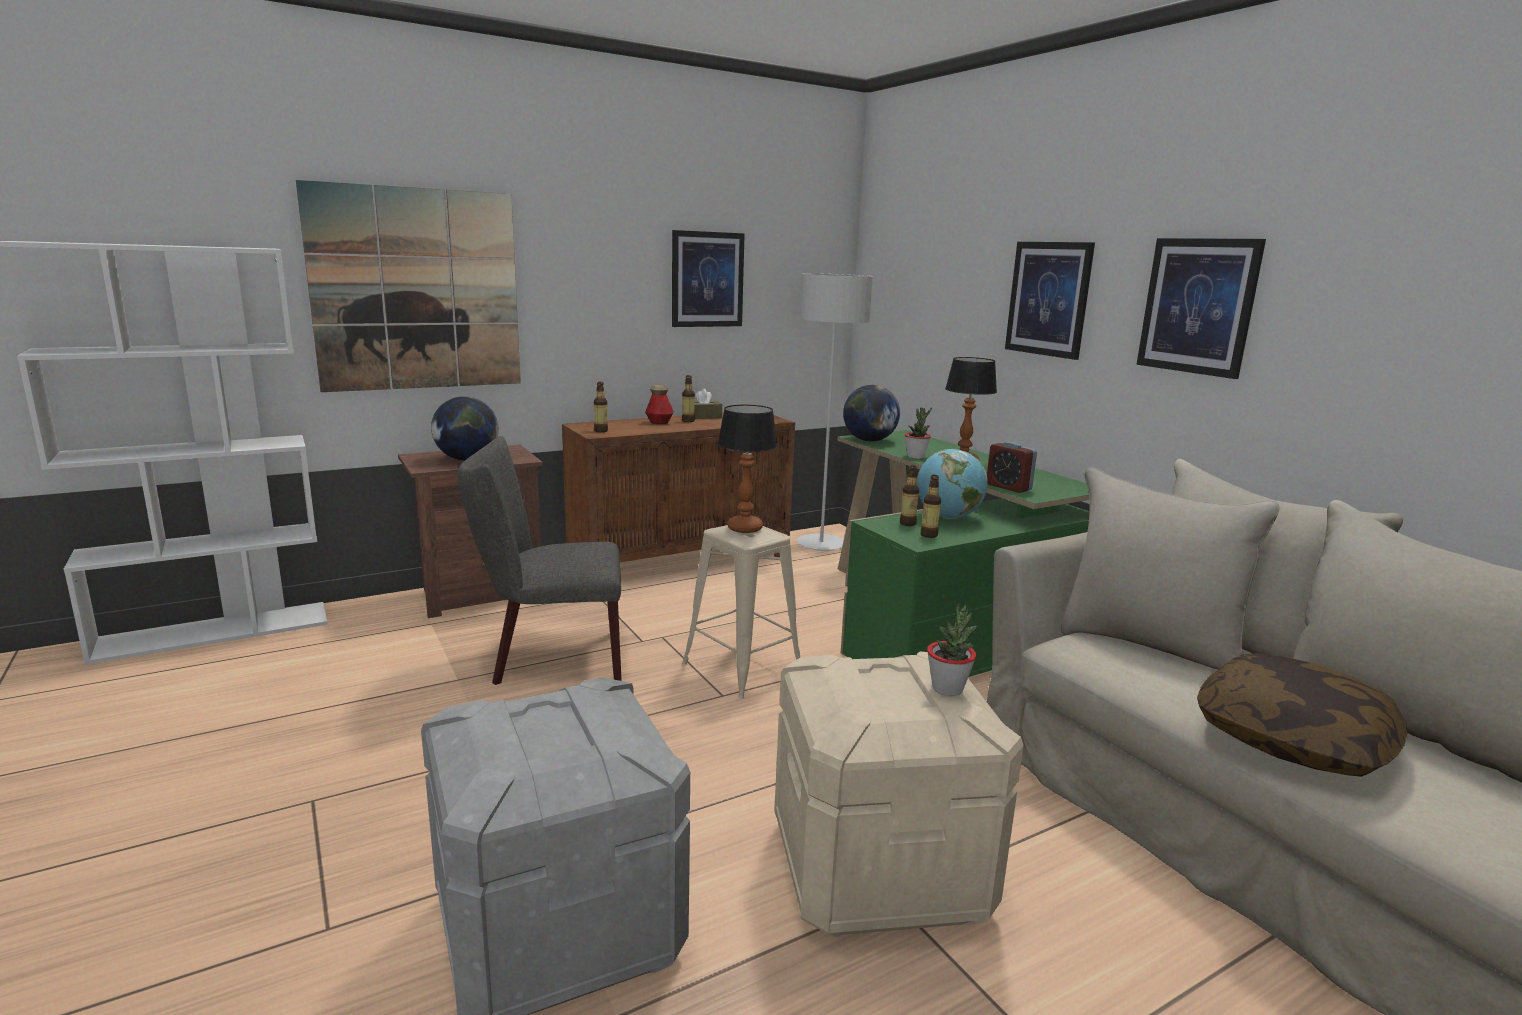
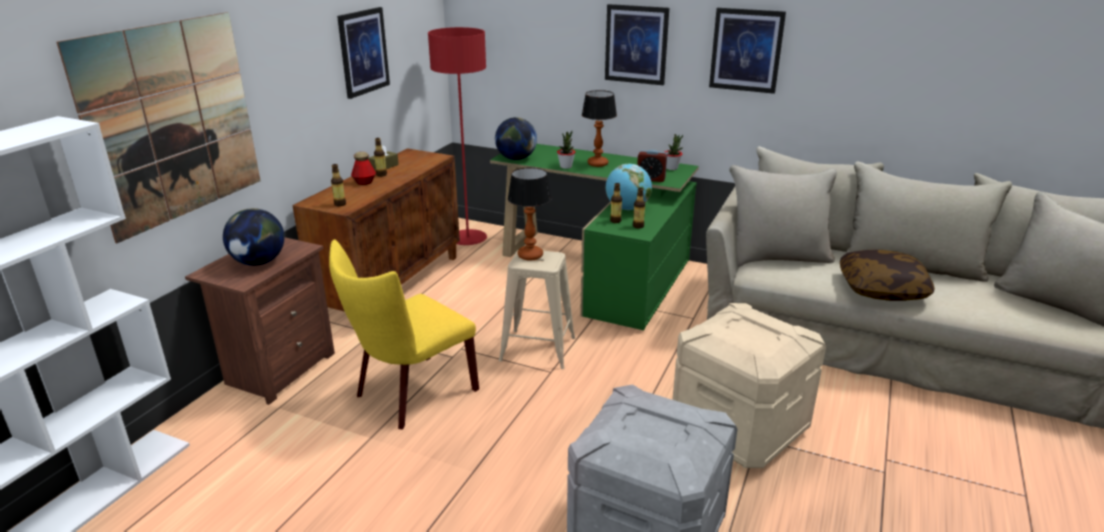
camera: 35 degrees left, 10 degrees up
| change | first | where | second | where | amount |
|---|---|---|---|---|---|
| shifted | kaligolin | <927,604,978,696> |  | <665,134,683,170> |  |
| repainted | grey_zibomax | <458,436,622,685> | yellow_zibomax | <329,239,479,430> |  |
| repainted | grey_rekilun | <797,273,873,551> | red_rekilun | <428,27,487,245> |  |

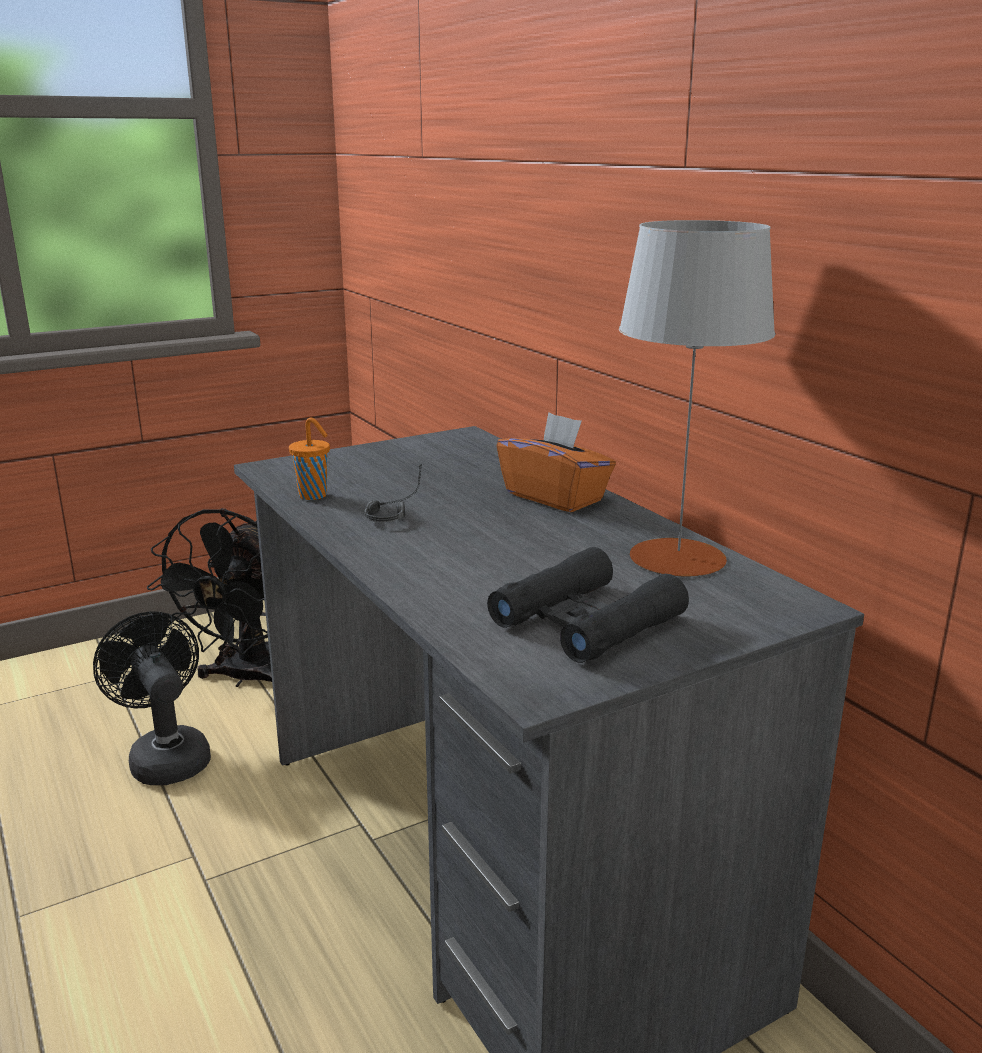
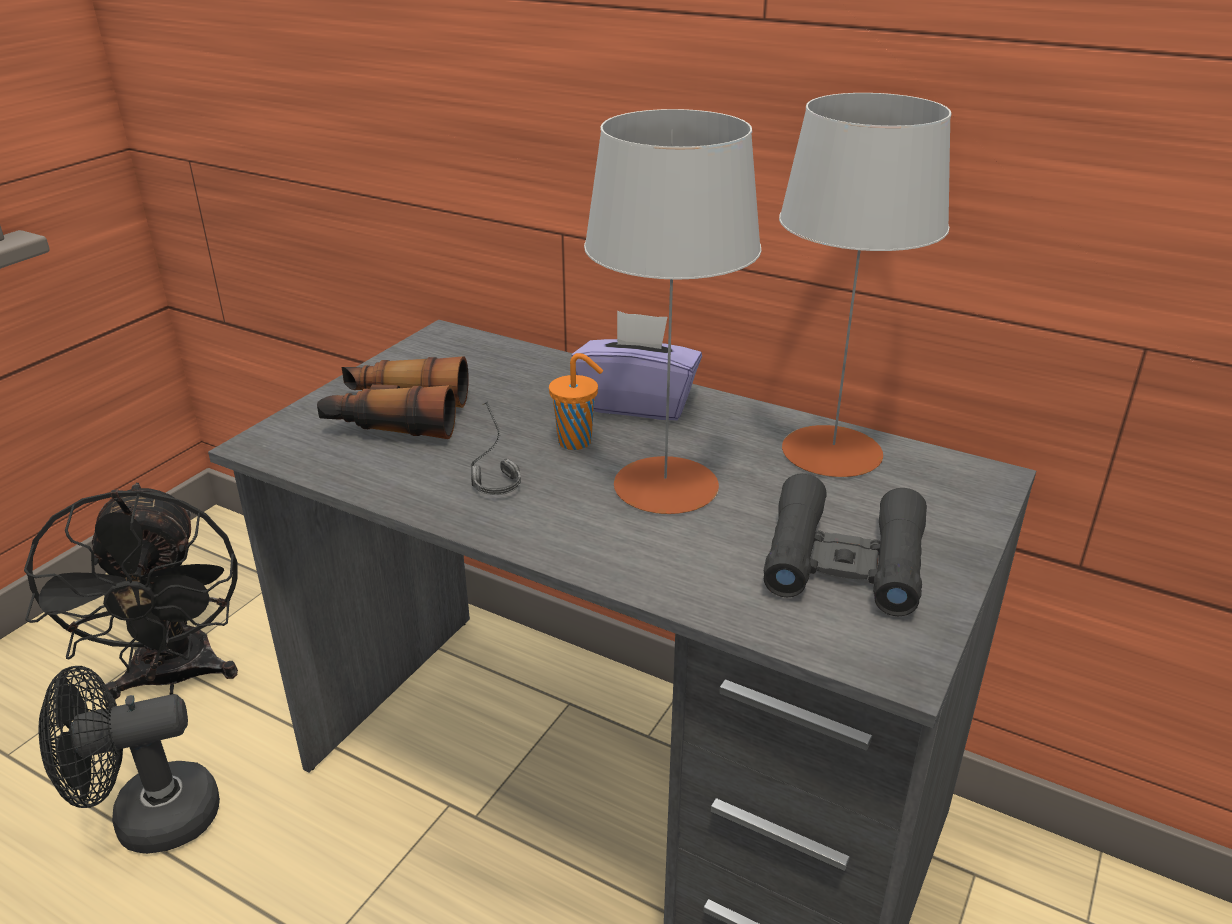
camera: 30 degrees left, 10 degrees up
| change | first | where | second | where | amount |
|---|---|---|---|---|---|
| new |  |  | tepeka | <317,356,469,439> |  |
| new |  |  | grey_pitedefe | <584,109,762,514> |  |
| shifted | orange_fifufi | <289,417,330,500> |  | <549,353,603,450> |  |
| repainted | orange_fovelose | <496,412,616,512> | purple_fovelose | <571,311,702,420> |  |
| rotated | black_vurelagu | <93,611,211,785> |  | <39,666,220,854> | 45 degrees counterclockwise |

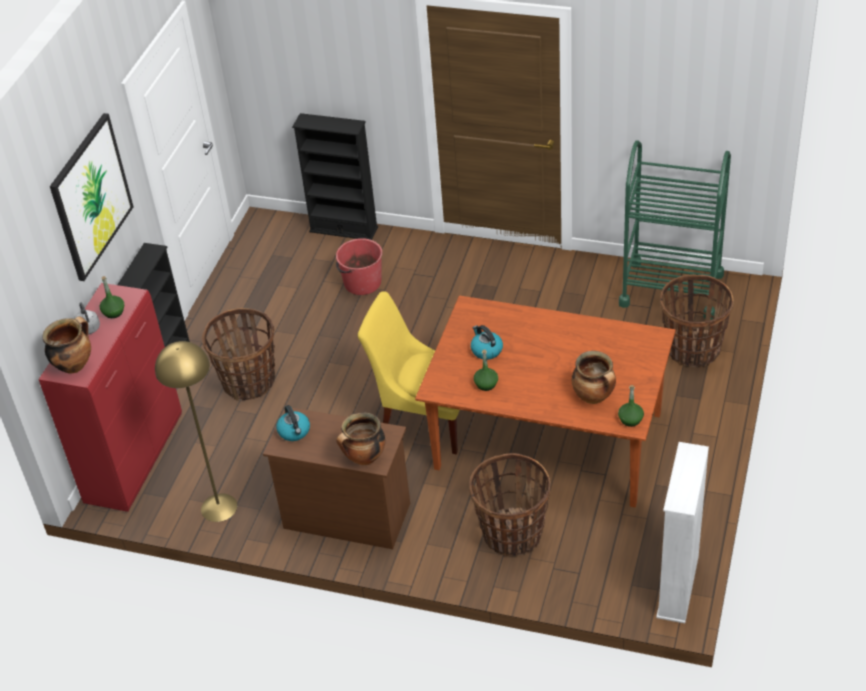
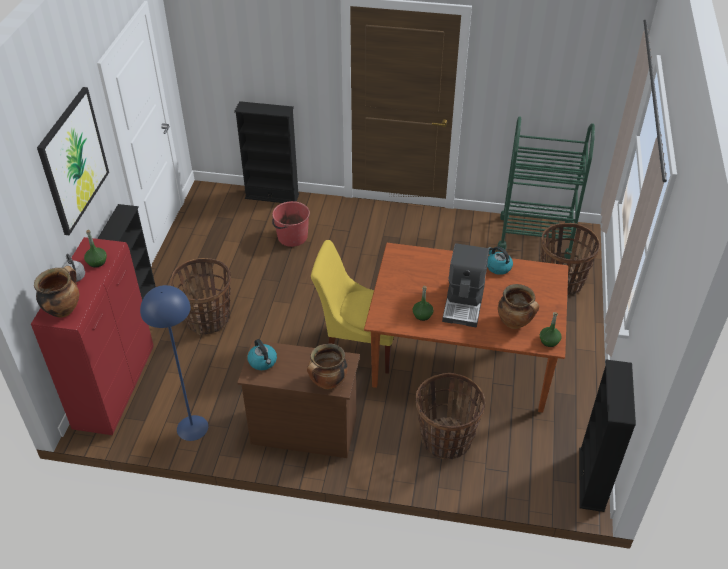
camera: 10 degrees left, 0 degrees up
| change | first | where | second | where | amount |
|---|---|---|---|---|---|
| new |  |  | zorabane | <442,243,489,327> |  |
| shifted | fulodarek | <471,325,503,360> |  | <487,246,513,275> |  |
| repainted | yellow_rekilun | <155,341,237,522> | blue_rekilun | <140,285,208,441> |  |
| repainted | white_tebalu | <656,442,709,623> | black_tebalu | <579,360,636,512> |  |

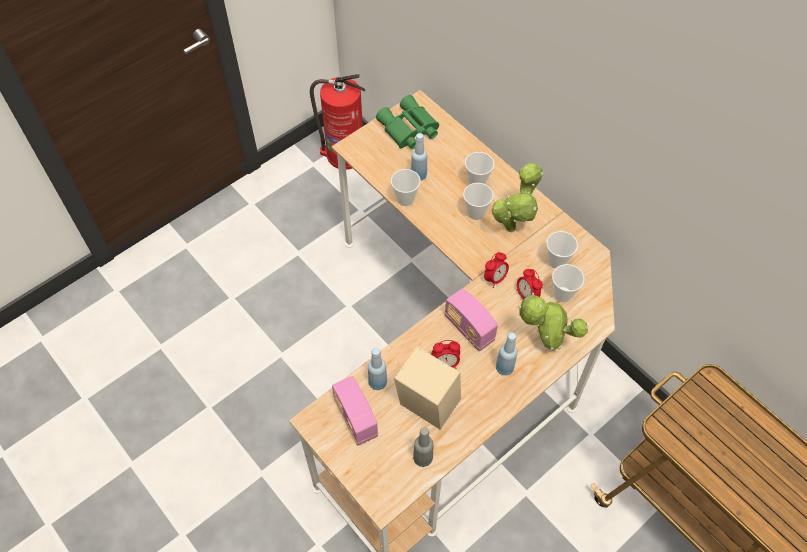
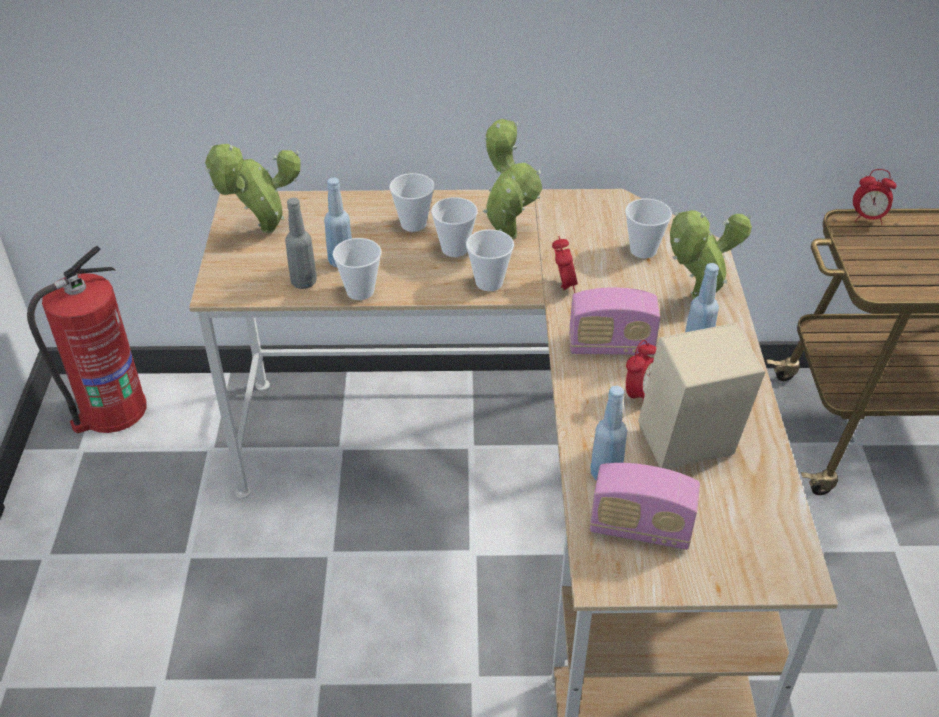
camera: 50 degrees left, 15 degrees down
| change | first | where | second | where | amount |
|---|---|---|---|---|---|
| shifted | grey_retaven | <413,427,434,467> |  | <285,198,317,289> |  |
| shifted | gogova | <516,269,543,299> |  | <853,169,897,224> |  |
| shifted | fifufi | <546,231,578,269> |  | <466,229,514,291> |  |
| swapped | green_tepeka | <376,95,439,149> | kaligolin | <205,144,301,233> |  |

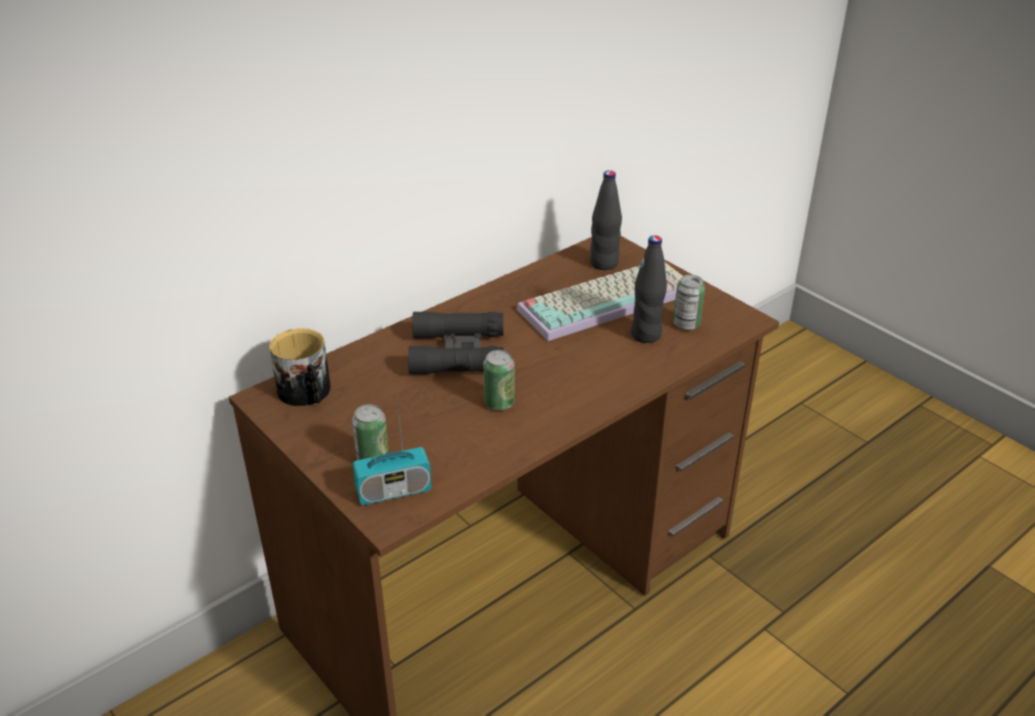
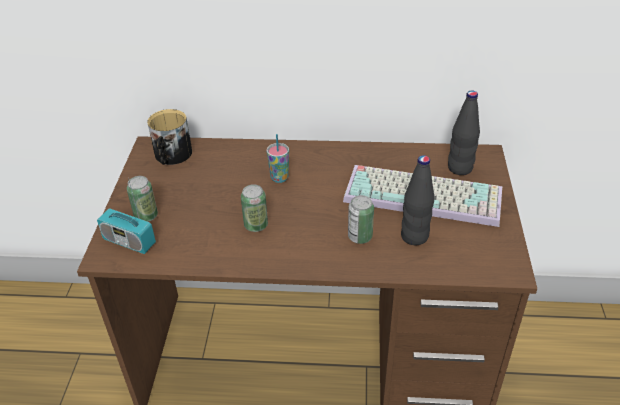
camera: 45 degrees right, 5 degrees up
| change | first | where | second | where | amount |
|---|---|---|---|---|---|
| shifted | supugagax | <673,275,705,330> |  | <348,195,374,244> |  |
| swapped | black_tepeka | <408,312,504,374> | fifufi | <266,134,289,183> |  |

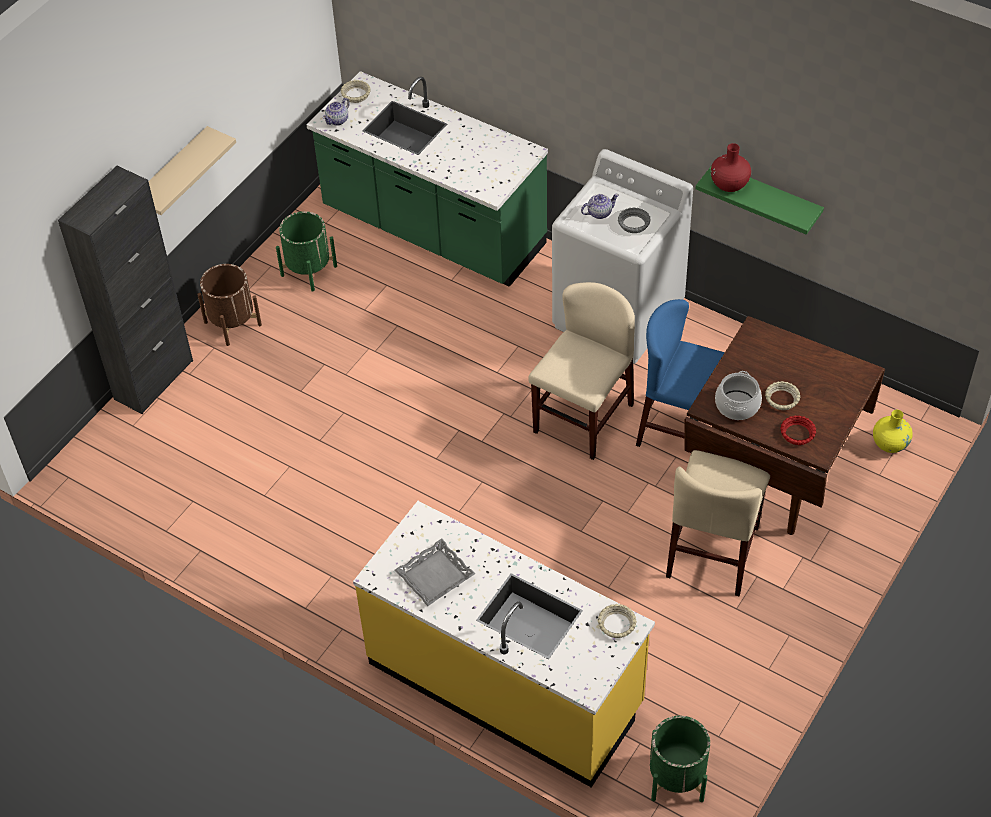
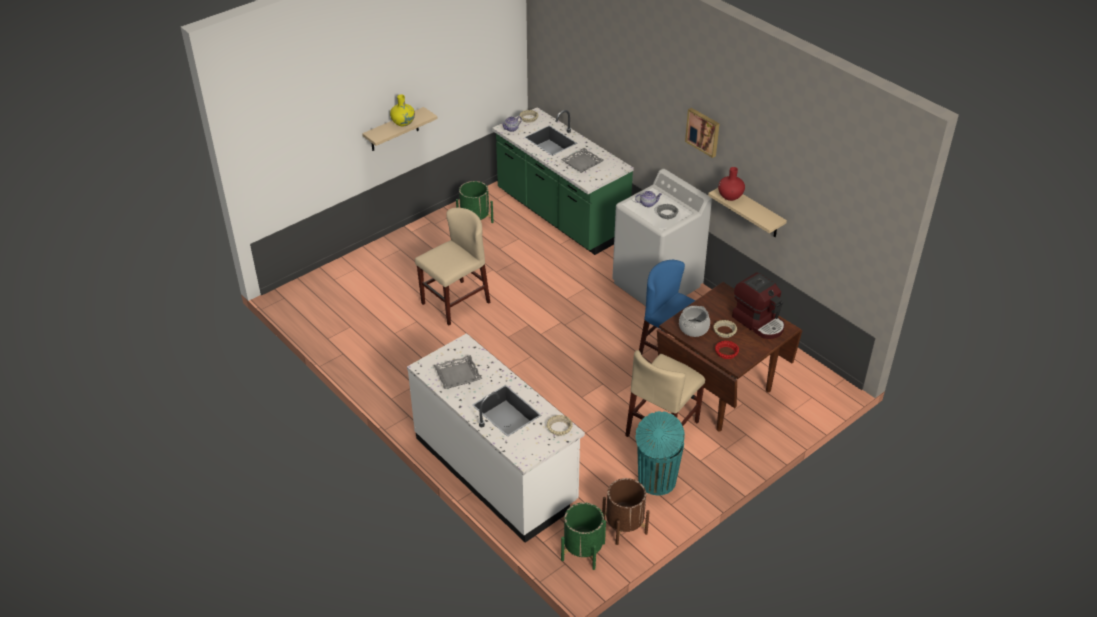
camera: 15 degrees right, 10 degrees down
| change | first | where | second | where | amount |
|---|---|---|---|---|---|
| gone | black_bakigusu | <58,166,193,414> |  |  |  |
| new |  |  | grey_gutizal | <561,148,604,173> |  |
| new |  |  | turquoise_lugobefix | <635,411,685,495> |  |
| new |  |  | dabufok | <685,108,720,158> |  |
| new |  |  | zorabane | <732,272,785,339> |  |
| shifted | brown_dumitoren | <197,264,262,346> |  | <602,478,650,545> |  |
| shifted | beige_zibomax | <528,282,635,460> |  | <415,208,490,325> |  |
| shifted | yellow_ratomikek | <873,410,913,453> |  | <390,94,415,126> |  |
| repainted | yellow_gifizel | <353,501,655,788> | white_gifizel | <407,333,585,543> |  |
| repainted | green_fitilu | <695,165,824,235> | beige_fitilu | <708,188,787,237> |  |

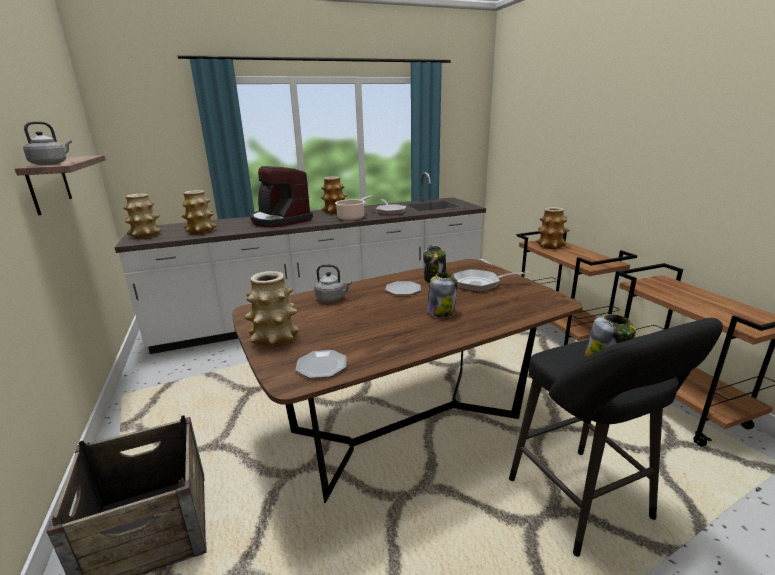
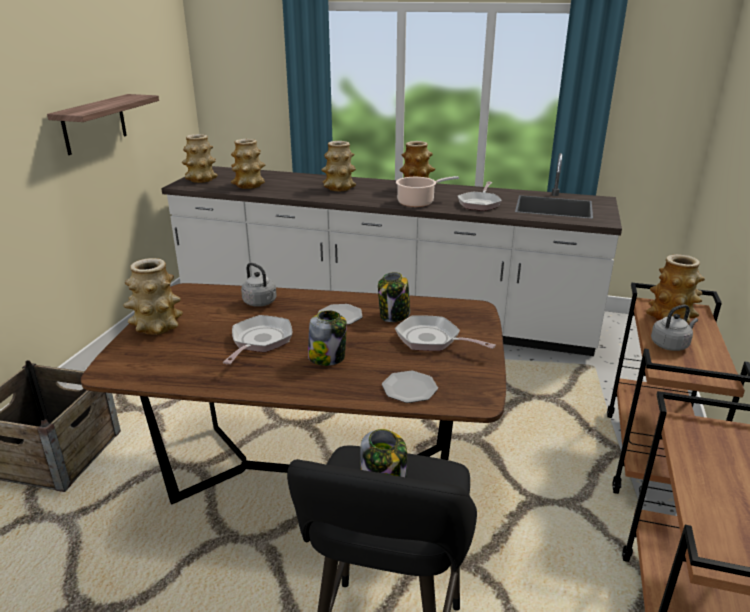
camera: 35 degrees right, 5 degrees up
| change | first | where | second | where | amount |
|---|---|---|---|---|---|
| new |  |  | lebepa | <223,315,292,364> |  |
| shifted | grey_fulodarek | <23,121,72,165> |  | <651,304,698,351> |  |
| shifted | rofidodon | <296,350,347,378> |  | <382,371,438,403> |  |
| swapped | zorabane | <250,166,313,227> | ratomikek | <321,141,356,191> |  |

